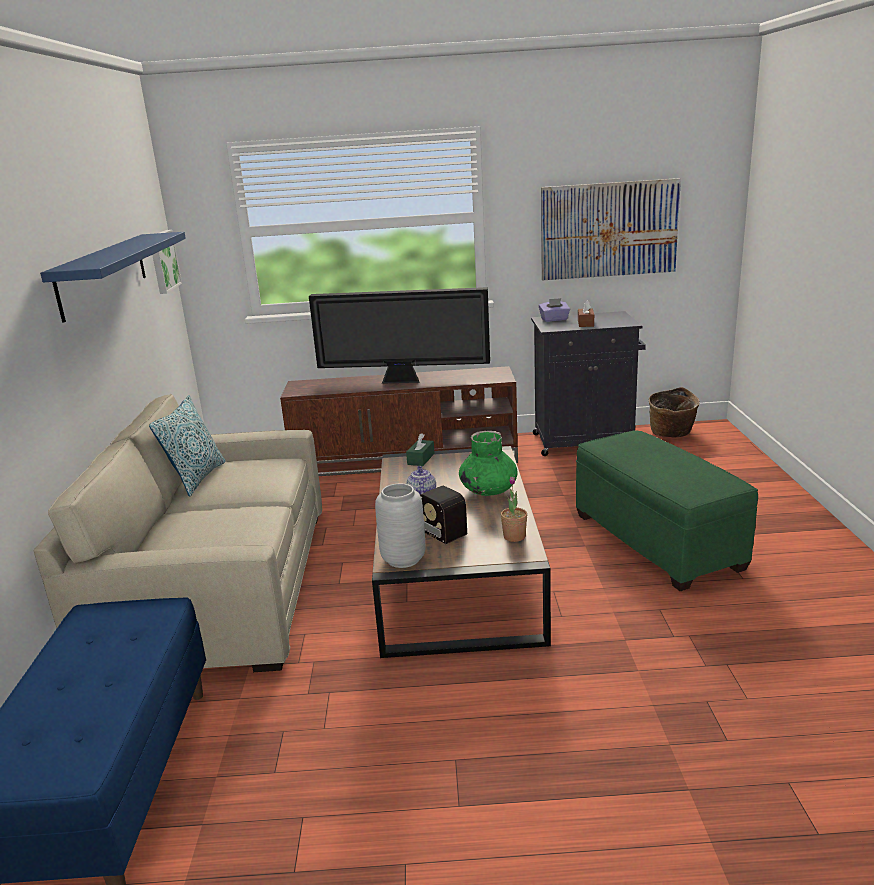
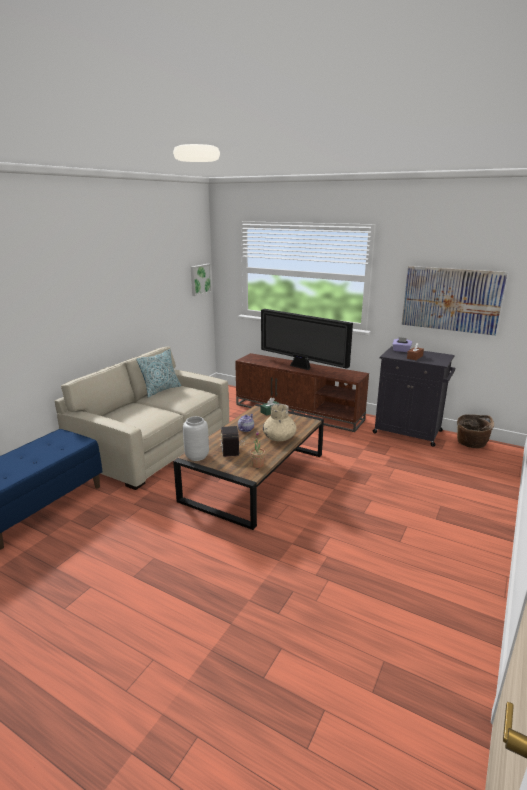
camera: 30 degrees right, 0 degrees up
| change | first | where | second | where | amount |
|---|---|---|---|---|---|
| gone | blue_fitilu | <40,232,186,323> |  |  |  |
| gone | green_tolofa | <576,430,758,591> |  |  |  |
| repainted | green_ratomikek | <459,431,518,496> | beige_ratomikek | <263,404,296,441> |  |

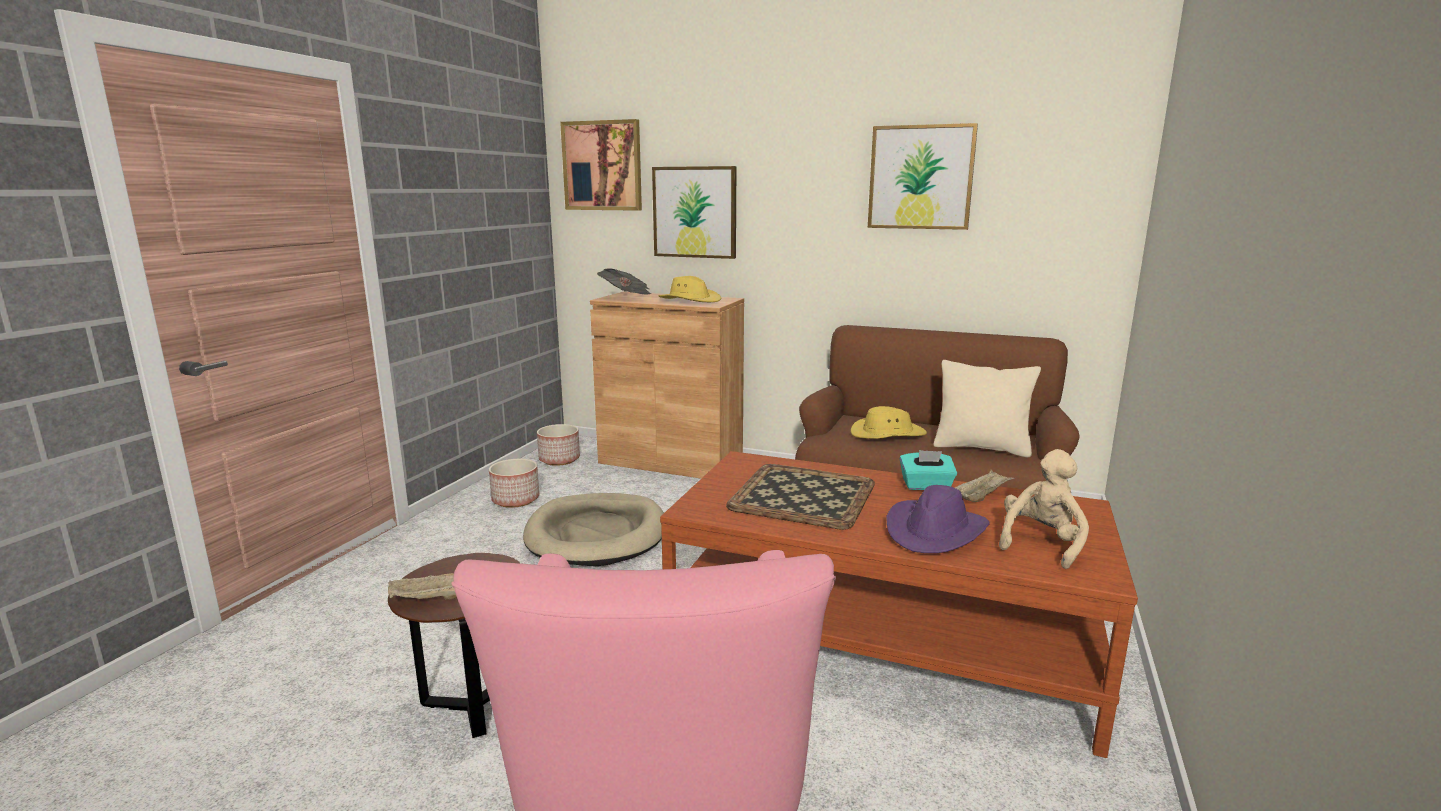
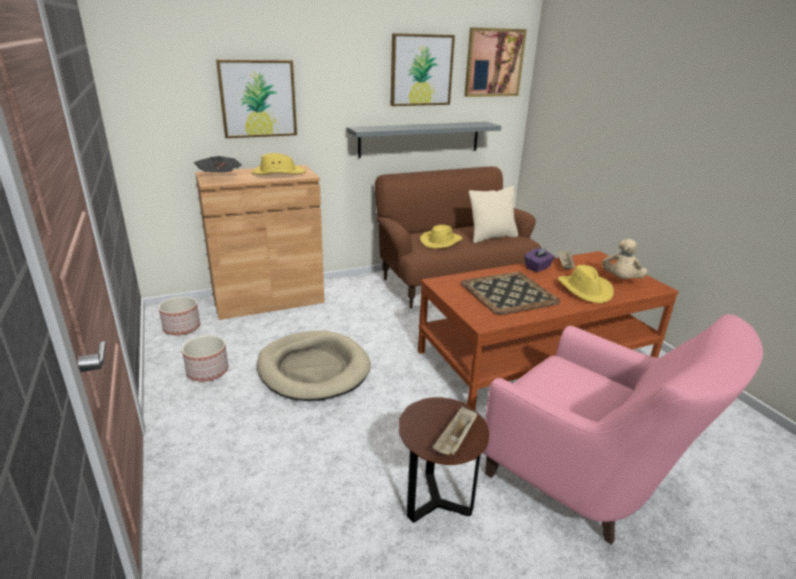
camera: 45 degrees left, 10 degrees up
| change | first | where | second | where | amount |
|---|---|---|---|---|---|
| new |  |  | grey_fitilu | <347,122,501,158> |  |
| shifted | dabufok | <560,119,642,211> |  | <464,27,527,97> |  |
| repainted | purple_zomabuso | <886,485,990,553> | yellow_zomabuso | <558,265,614,303> |  |
| repainted | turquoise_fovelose | <900,450,957,490> | purple_fovelose | <525,247,555,272> |  |
| rotated | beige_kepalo | <999,449,1089,569> |  | <602,239,647,279> | 150 degrees counterclockwise |

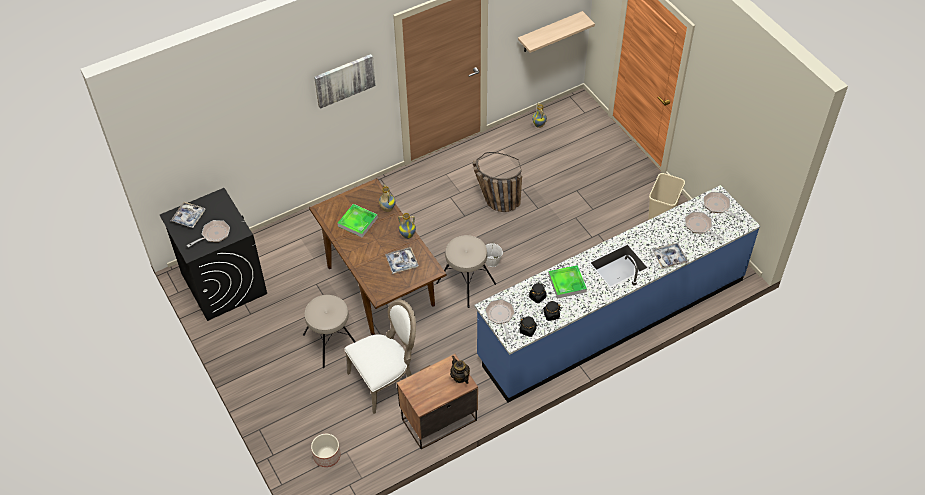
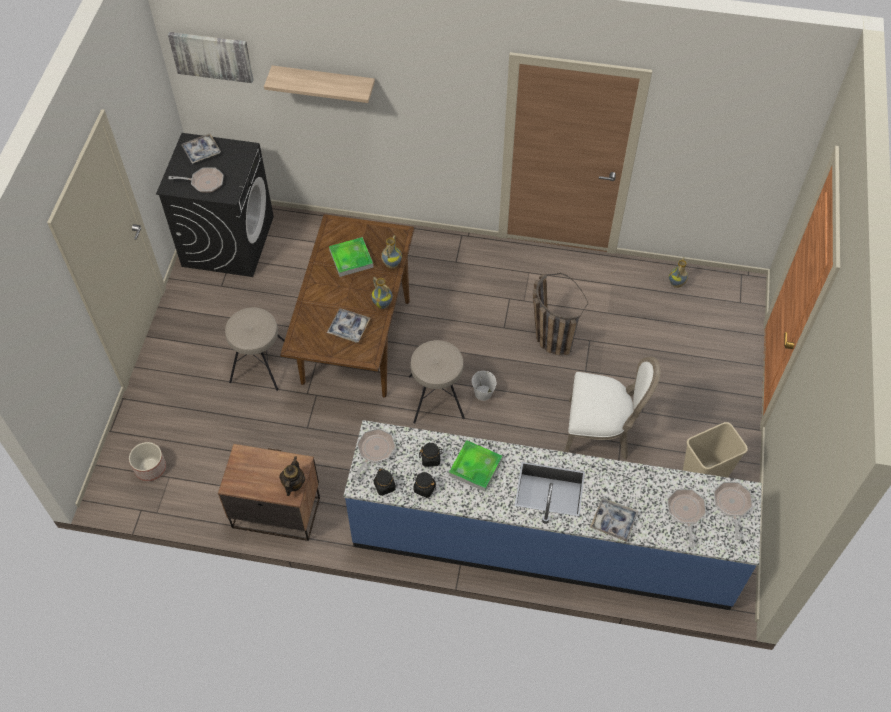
camera: 40 degrees right, 5 degrees up
| change | first | where | second | where | amount |
|---|---|---|---|---|---|
| shifted | dabufok | <314,54,376,109> |  | <168,32,254,83> |  |
| shifted | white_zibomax | <345,299,416,414> |  | <564,357,661,460> |  |
| shifted | fitilu | <518,11,595,53> |  | <264,65,375,103> |  |

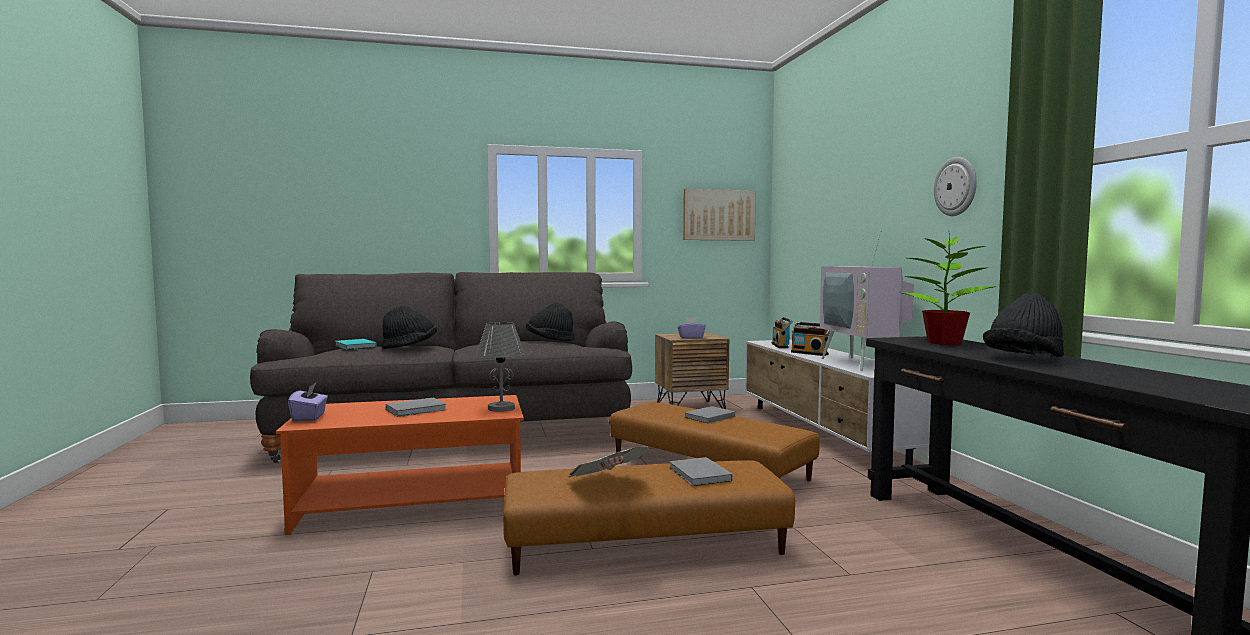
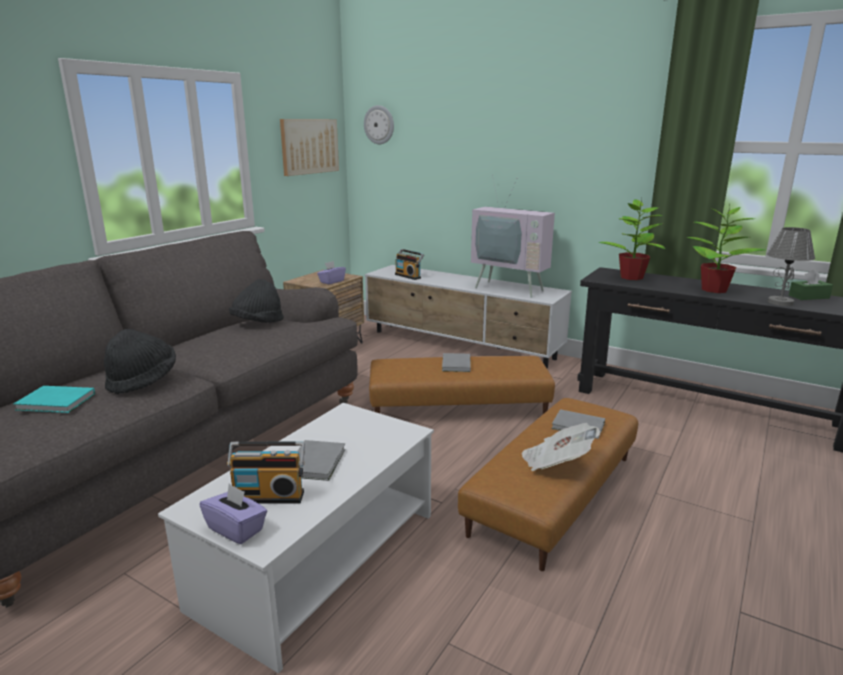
camera: 45 degrees left, 15 degrees up
| change | first | where | second | where | amount |
|---|---|---|---|---|---|
| new |  |  | green_fovelose | <789,269,833,300> |  |
| shifted | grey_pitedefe | <476,322,525,412> |  | <767,227,815,306> |  |
| shifted | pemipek | <791,322,830,356> |  | <227,441,305,504> |  |
| shifted | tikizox | <934,157,977,216> |  | <364,105,394,144> |  |
| swapped | black_zomabuso | <983,292,1064,357> | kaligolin | <686,204,765,293> |  |
| repainted | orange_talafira | <276,395,524,535> | white_talafira | <158,403,434,673> |  |

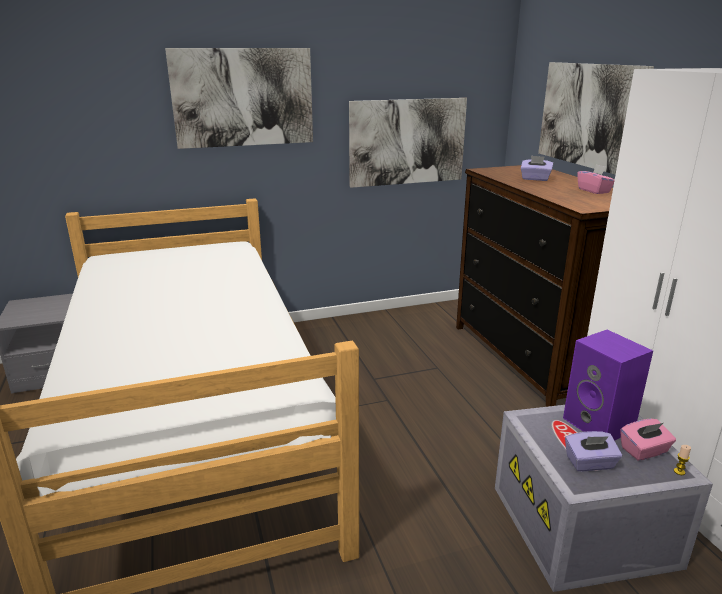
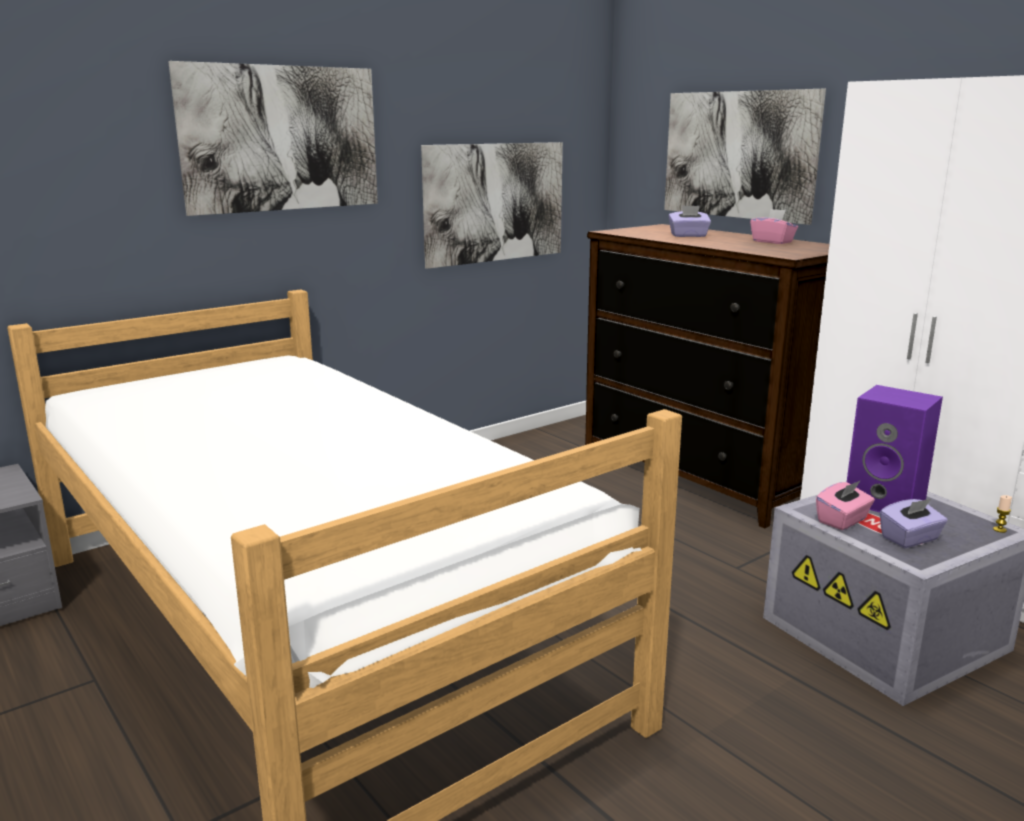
camera: 20 degrees left, 5 degrees down
| change | first | where | second | where | amount |
|---|---|---|---|---|---|
| shifted | pink_fovelose | <620,419,676,461> |  | <816,480,875,530> |  |

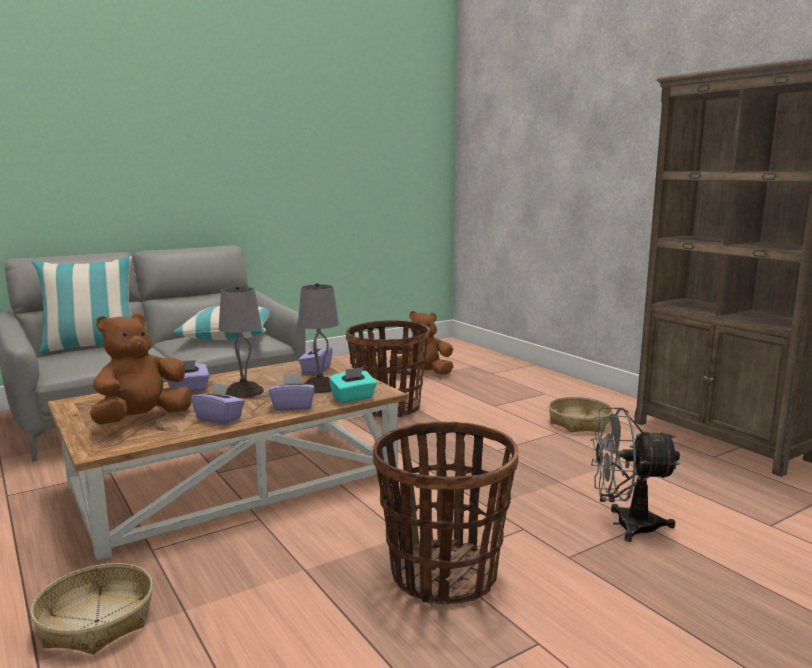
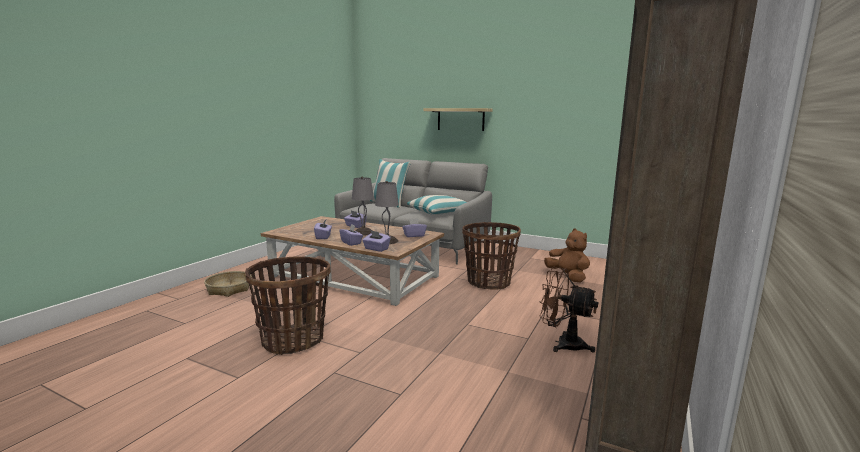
camera: 60 degrees right, 0 degrees up
| change | first | where | second | where | amount |
|---|---|---|---|---|---|
| gone | brown_kepalo | <90,313,192,424> |  |  |  |
| gone | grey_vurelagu | <591,408,680,542> |  |  |  |
| new |  |  | fitilu | <424,108,493,131> |  |
| swapped | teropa | <549,397,613,432> | brown_vurelagu | <540,267,598,353> |  |
| repainted | turquoise_fovelose | <329,367,377,403> | purple_fovelose | <362,231,391,252> |  |

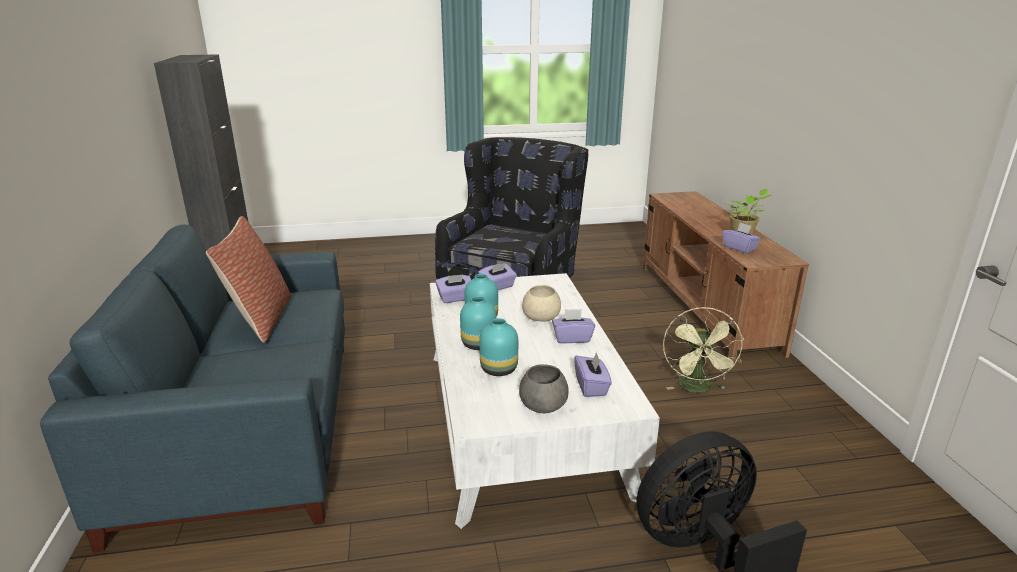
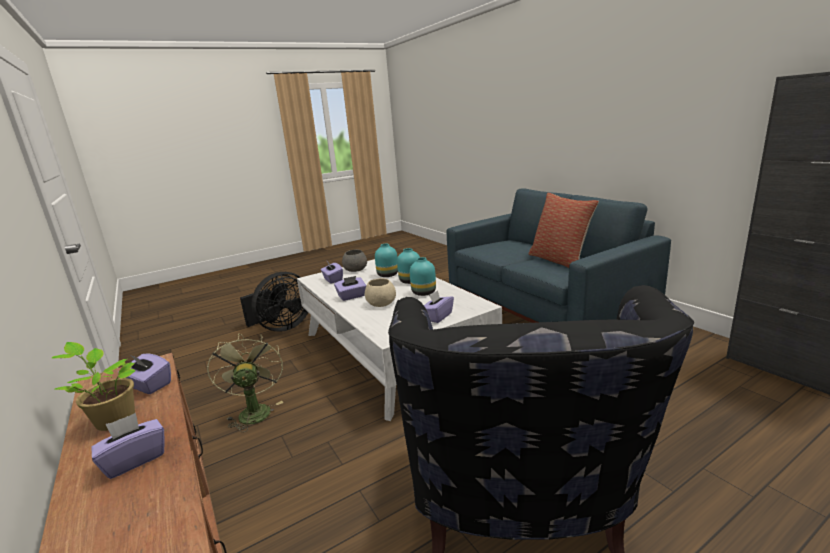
camera: 160 degrees right, 5 degrees down
| change | first | where | second | where | amount |
|---|---|---|---|---|---|
| shifted | purple_fovelose | <435,275,471,303> |  | <91,413,164,479> |  |

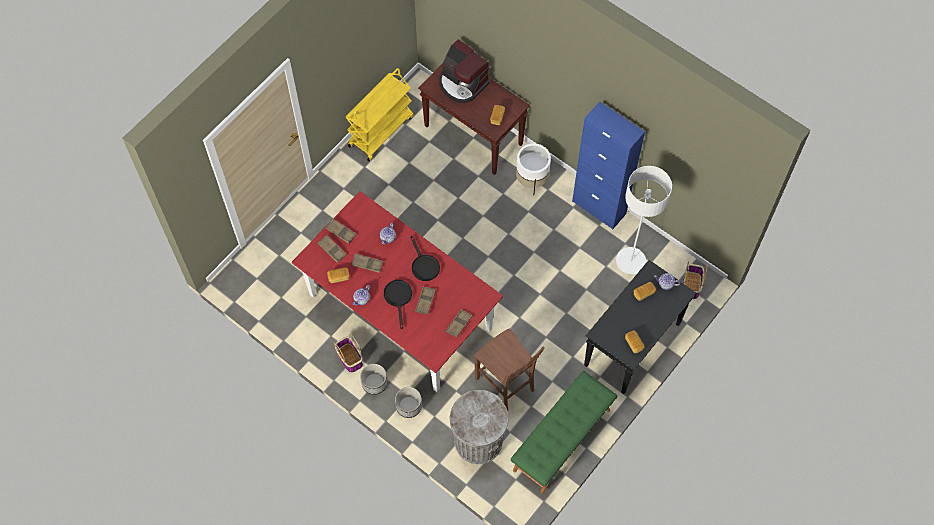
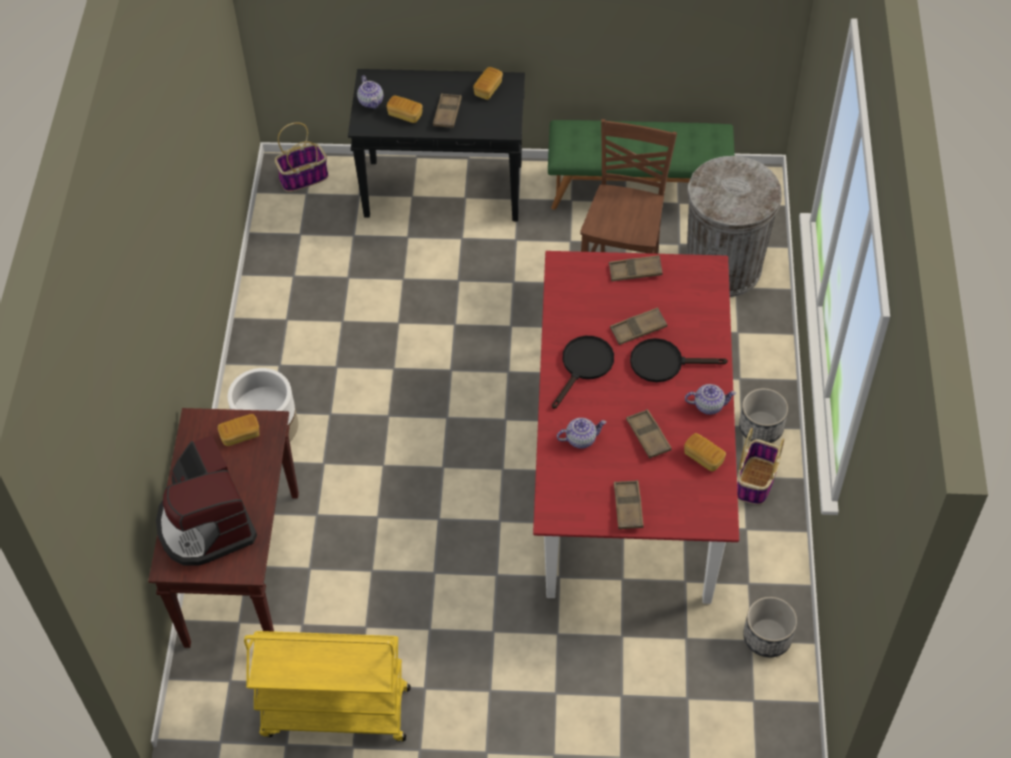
camera: 125 degrees left, 10 degrees down
| change | first | where | second | where | amount |
|---|---|---|---|---|---|
| gone | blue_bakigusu | <572,101,645,230> |  |  |  |
| gone | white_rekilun | <616,166,672,274> |  |  |  |
| shifted | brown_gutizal | <318,235,347,263> |  | <433,93,462,128> |  |
| shifted | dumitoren | <395,387,422,418> |  | <743,597,797,657> |  |
| rotated | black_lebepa | <384,280,412,329> |  | <630,338,728,382> | 45 degrees clockwise |
| rotated | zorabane | <439,39,490,103> |  | <156,435,257,566> | 150 degrees clockwise |

